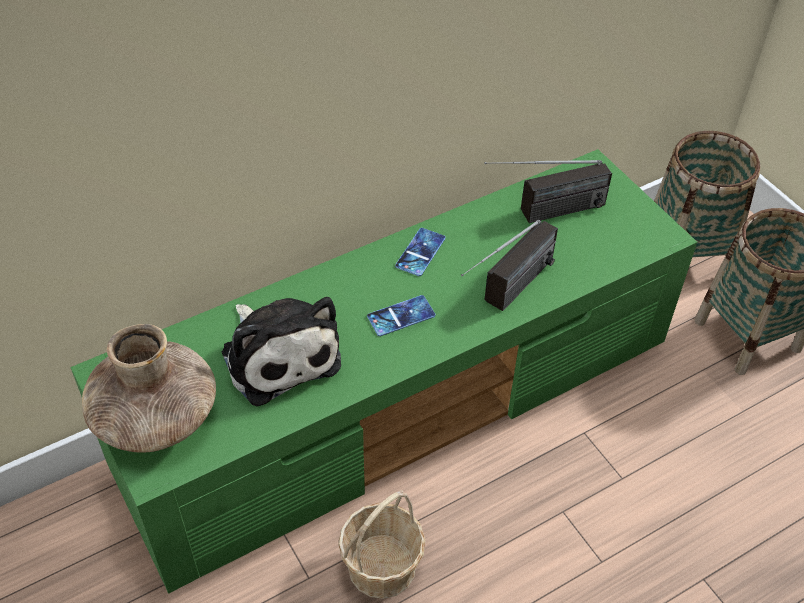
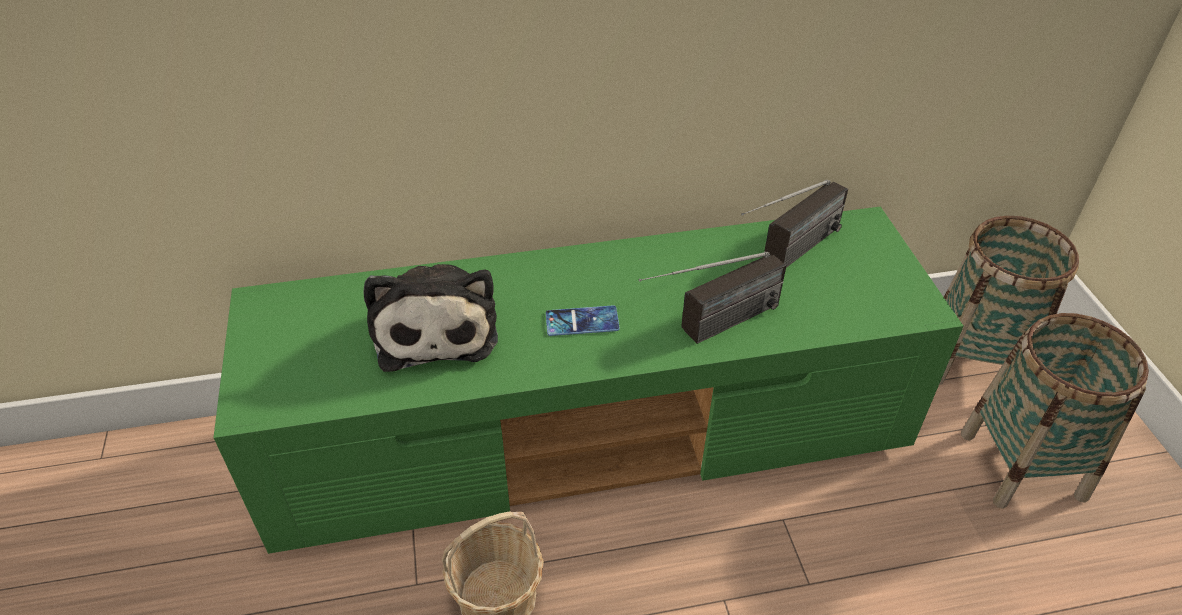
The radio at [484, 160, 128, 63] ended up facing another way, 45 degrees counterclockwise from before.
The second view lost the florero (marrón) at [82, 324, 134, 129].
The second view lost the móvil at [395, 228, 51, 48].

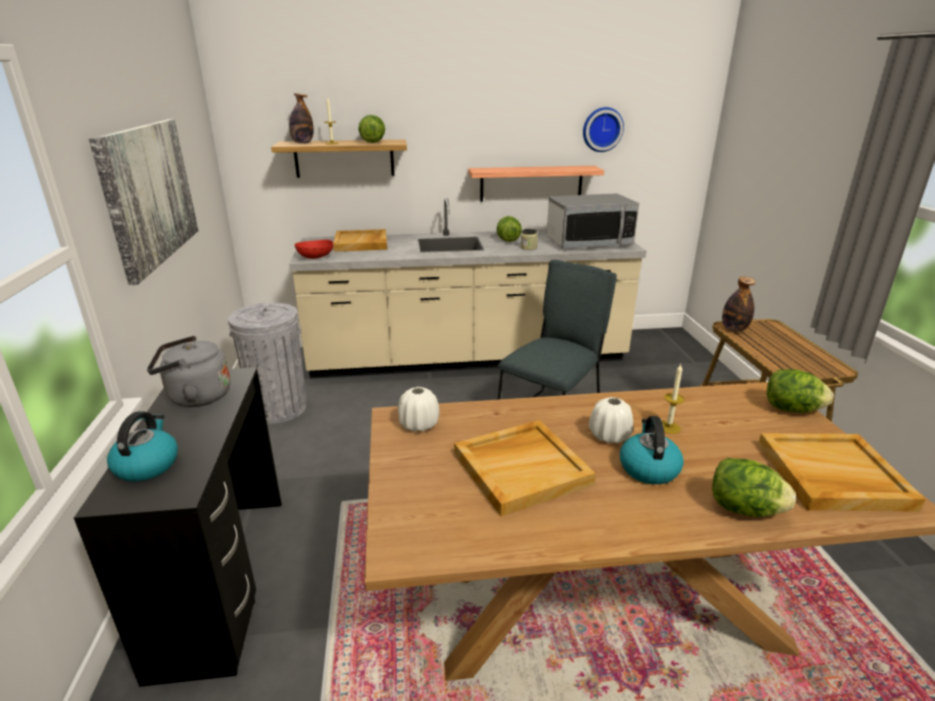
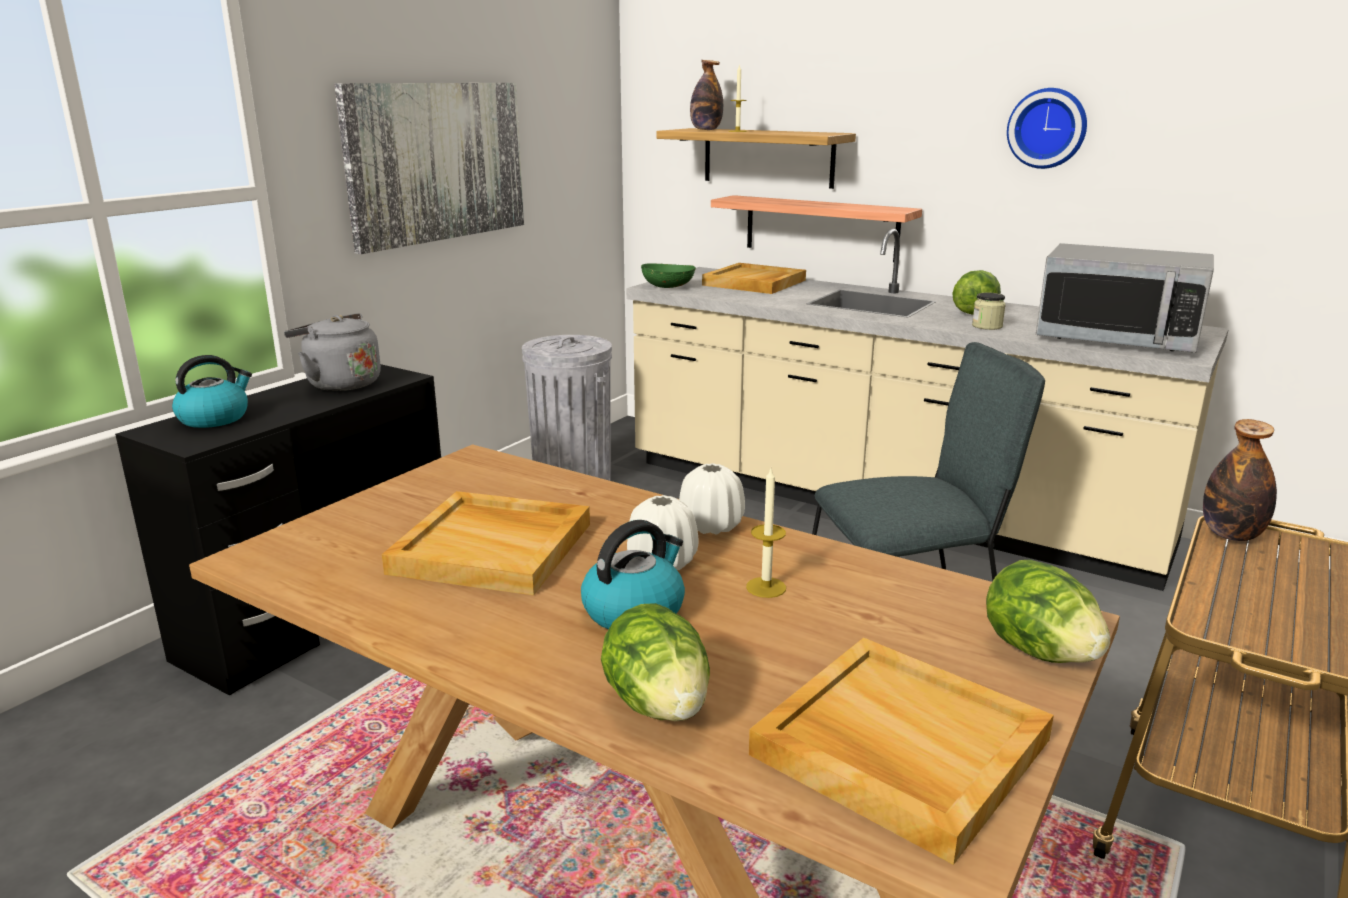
What was the cuenco (rojo) at [295, 240, 38, 19] turned into the cuenco (verde) at [641, 263, 55, 25].
The florero (blanco) ended up elsewhere, having gone from [398, 387, 42, 45] to [679, 463, 66, 71].
The estante ended up elsewhere, having gone from [468, 166, 136, 36] to [711, 195, 211, 67].
The reloj de pared ended up elsewhere, having gone from [583, 107, 41, 45] to [1007, 88, 80, 81].
The second view lost the lechuga at [359, 115, 26, 28].

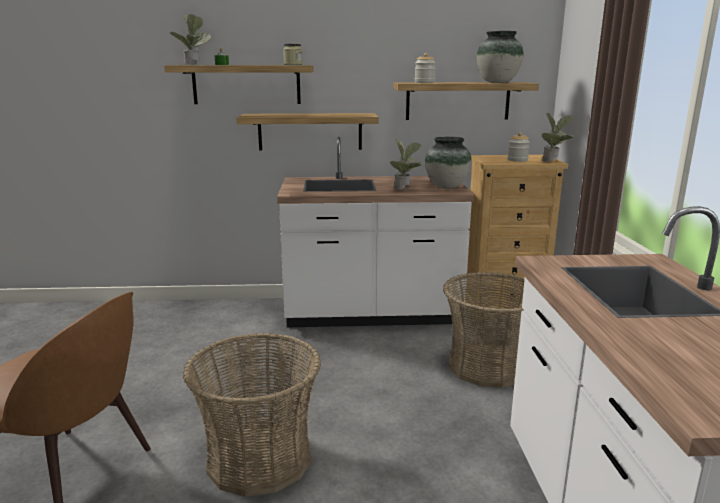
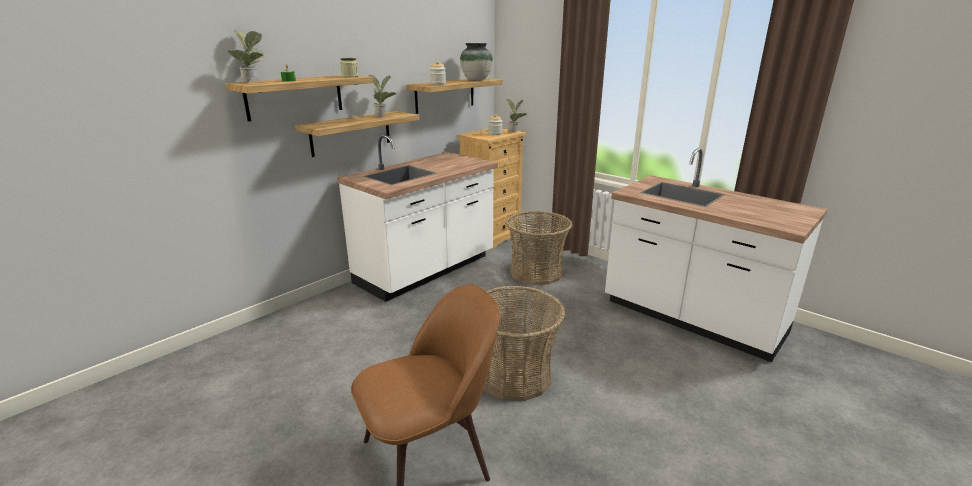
The planta en maceta ended up elsewhere, having gone from [390, 139, 32, 51] to [369, 75, 27, 42].
The second view lost the florero at [425, 137, 47, 52].

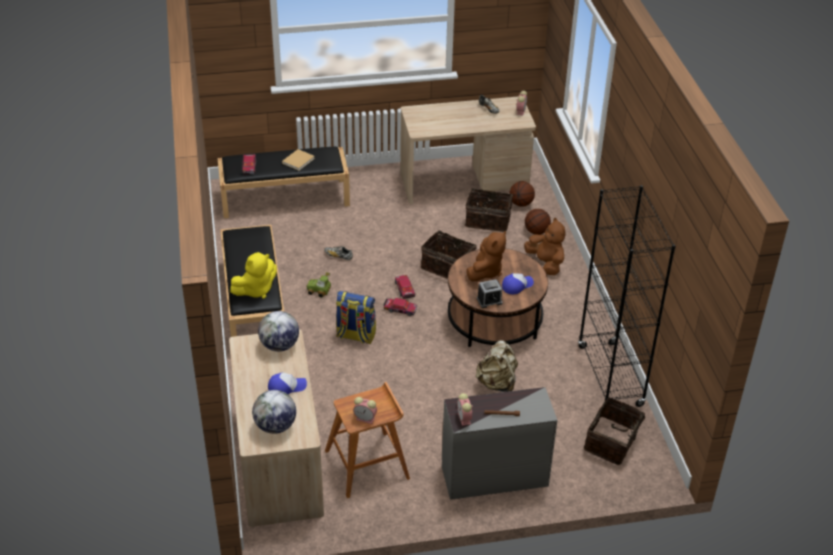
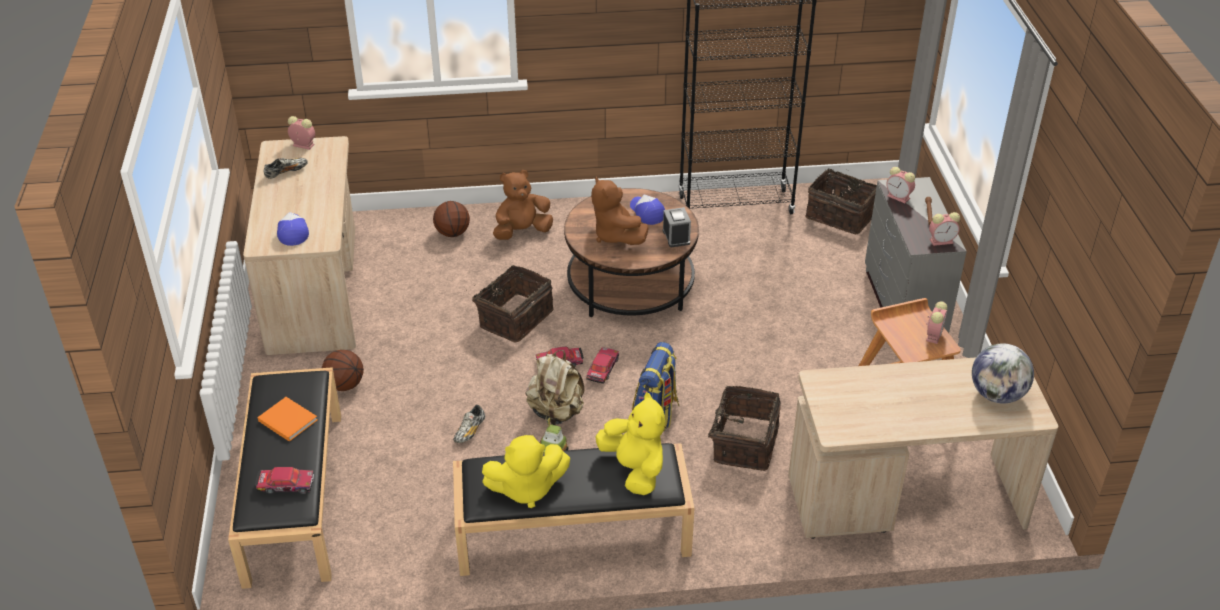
What was the libro (beis) at [282, 149, 33, 22] turned into the libro (naranja) at [257, 397, 60, 45].
The gorra ended up elsewhere, having gone from [268, 372, 39, 22] to [277, 212, 32, 34].
The balón de baloncesto ended up elsewhere, having gone from [509, 181, 26, 26] to [322, 350, 42, 41].
The second view gained the peluche (amarillo) at [482, 435, 88, 73].
The mochila (beis) ended up elsewhere, having gone from [476, 340, 42, 52] to [526, 350, 58, 75].
The peluche (marrón) at [466, 231, 40, 50] ended up facing another way, 150 degrees counterclockwise from before.
The cesta ended up elsewhere, having gone from [465, 185, 48, 47] to [696, 386, 85, 85].
The second view gained the despertador at [886, 167, 29, 36].
The second view lost the globo terráqueo at [258, 311, 41, 41].

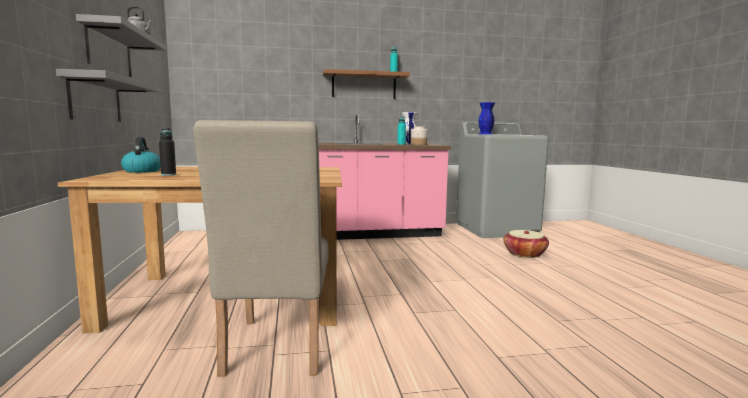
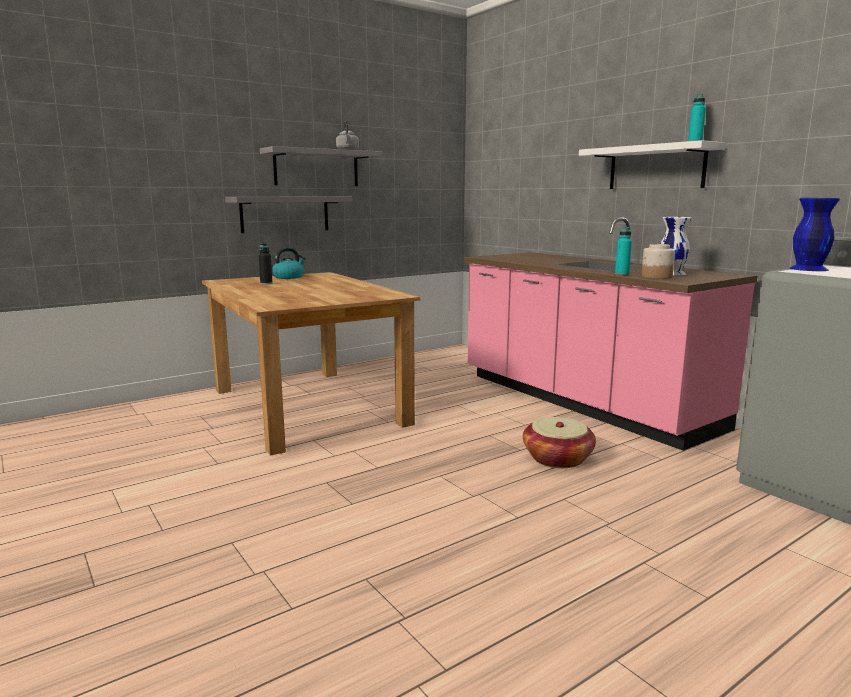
The cesta ended up elsewhere, having gone from [503, 230, 46, 28] to [523, 417, 73, 51].
What was the estante (marrón) at [323, 69, 87, 30] turned into the estante (blanco) at [579, 140, 146, 49].
The second view lost the silla (beis) at [193, 120, 136, 256].

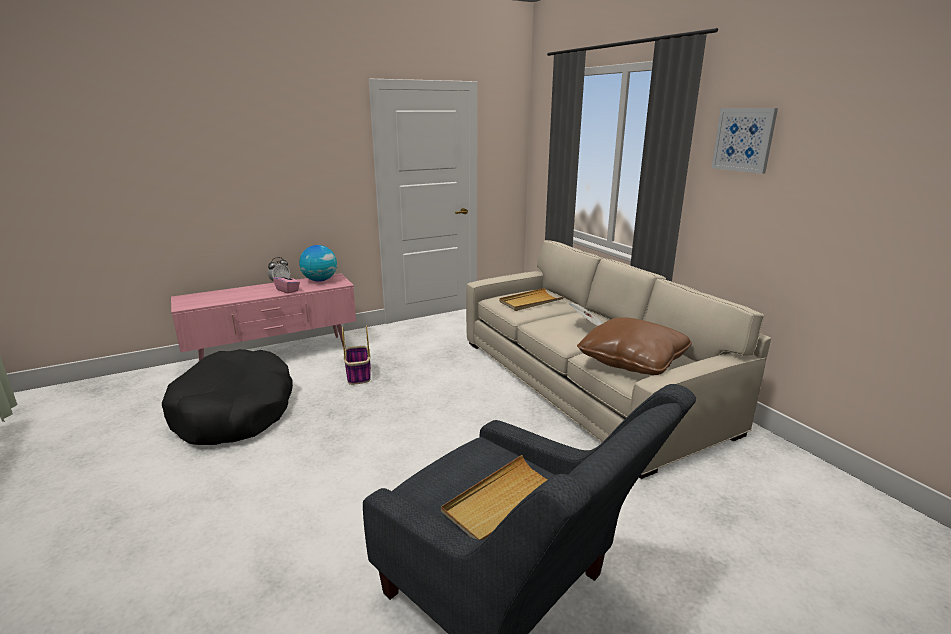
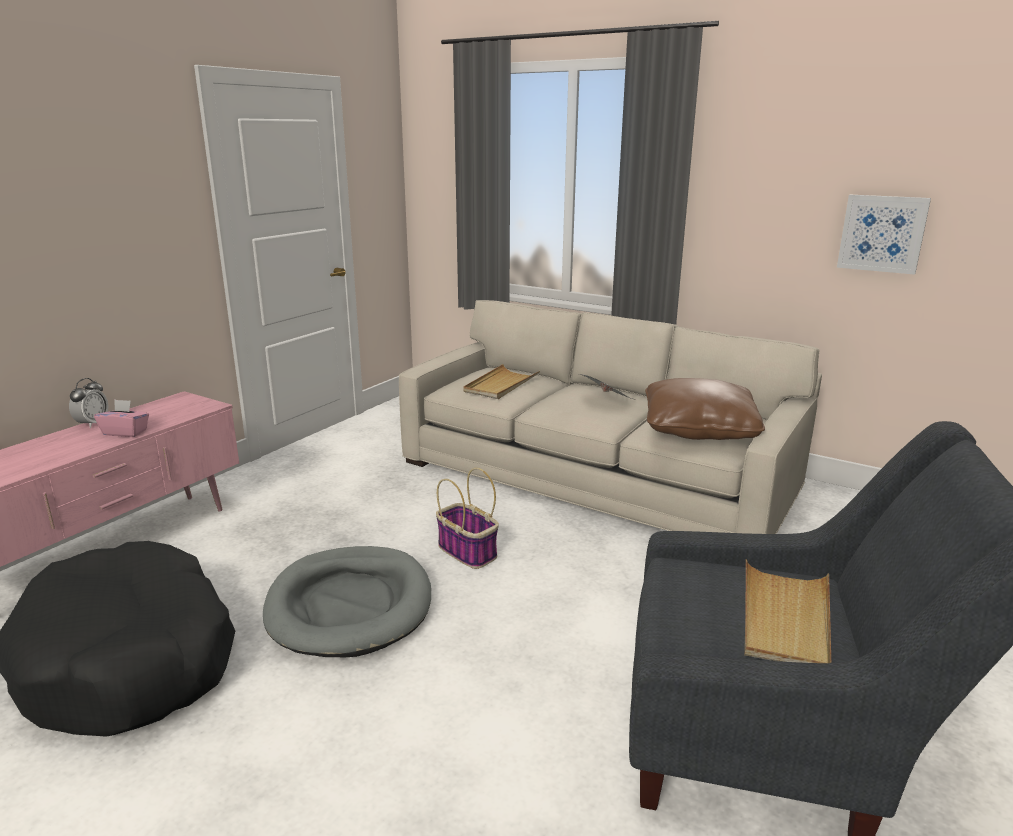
The second view gained the cama para perro (gris) at [263, 546, 168, 111].
The cesta ended up elsewhere, having gone from [342, 325, 29, 60] to [436, 468, 63, 101].
The cuadro ended up elsewhere, having gone from [711, 108, 67, 66] to [837, 195, 94, 80].
The second view lost the globo terráqueo at [299, 245, 38, 37].

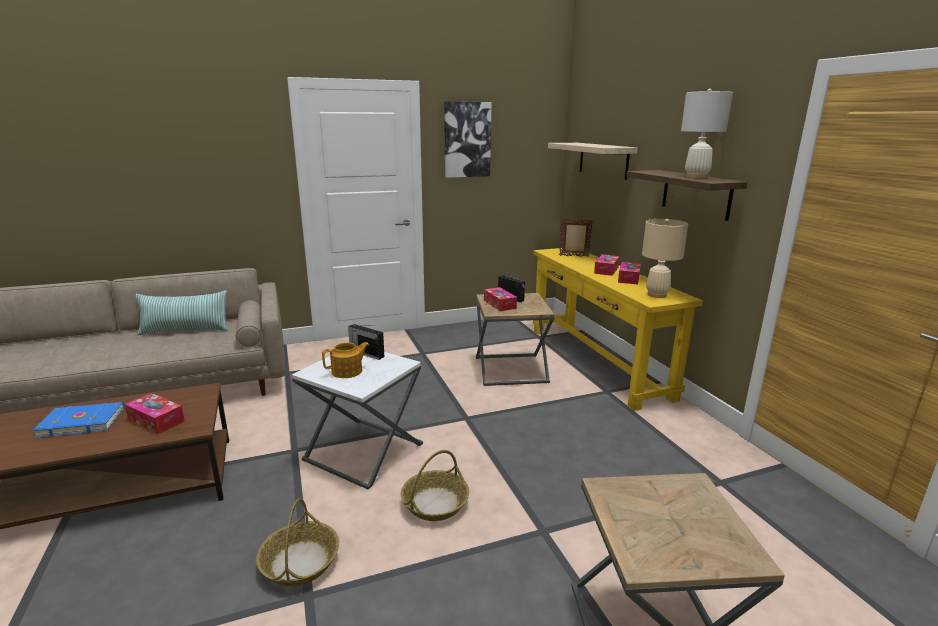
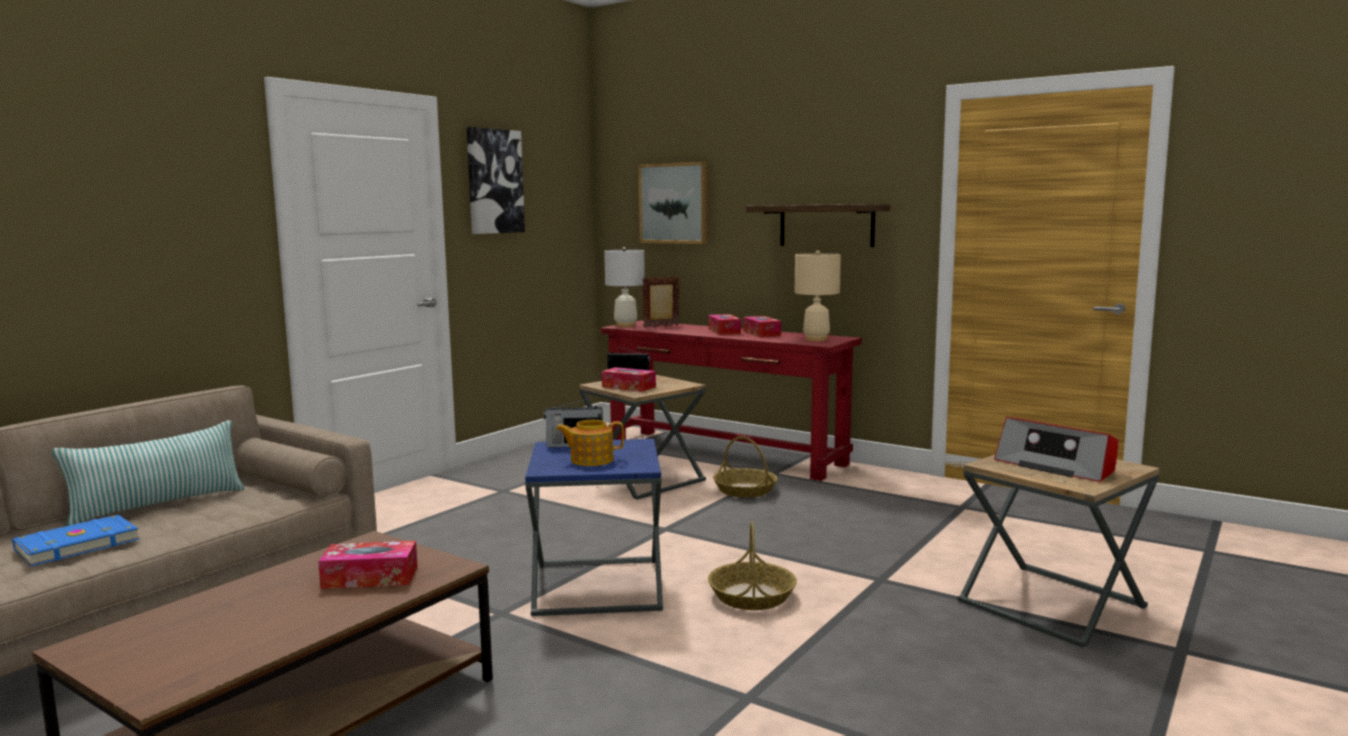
The libro (azul) ended up elsewhere, having gone from [32, 402, 93, 36] to [12, 515, 127, 51].
What was the mesa auxiliar (blanco) at [292, 352, 131, 137] turned into the mesa auxiliar (azul) at [525, 439, 138, 177].
The tetera at [322, 342, 48, 36] ended up facing another way, 120 degrees counterclockwise from before.
What was the mesa consola (amarillo) at [533, 248, 170, 163] turned into the mesa consola (rojo) at [601, 321, 261, 160].
The lámpara de mesa (blanco) ended up elsewhere, having gone from [681, 88, 52, 90] to [604, 247, 41, 80].
Where the estante hung at [548, 143, 90, 37], the cuadro came to hang at [638, 162, 69, 82].
The cesta ended up elsewhere, having gone from [256, 498, 83, 88] to [713, 436, 65, 62].
The second view gained the radio at [994, 417, 124, 65].

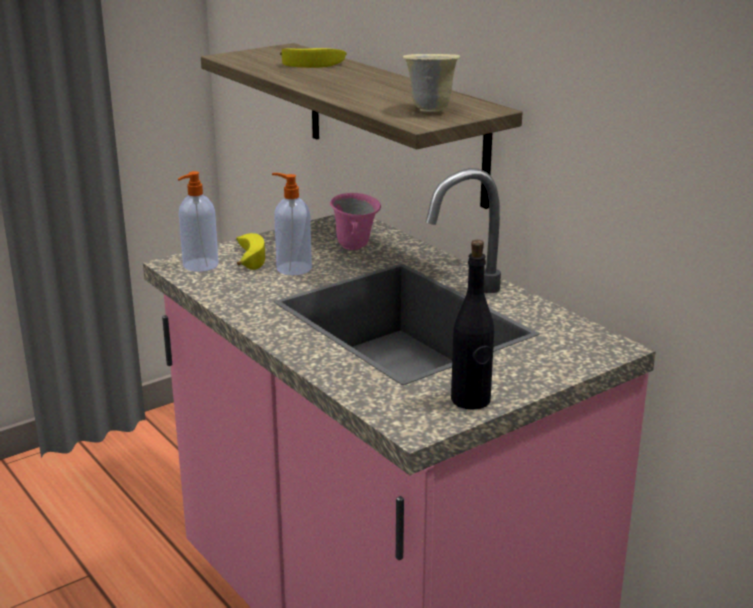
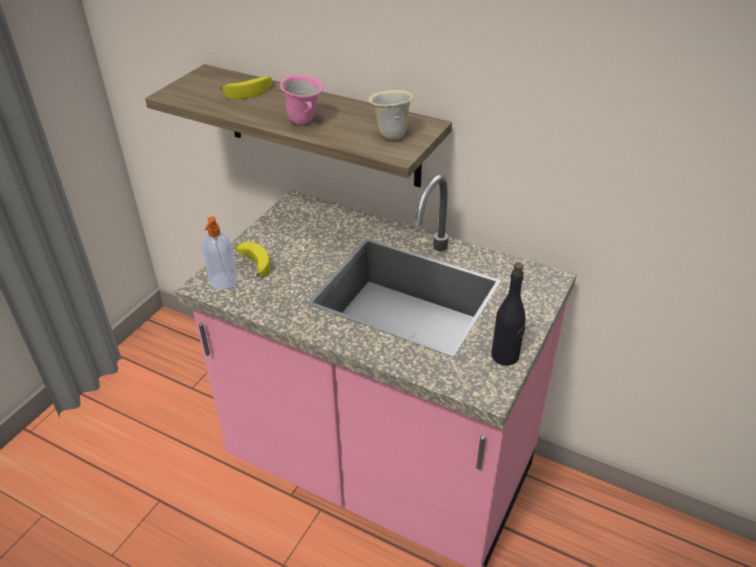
The taza grande (rosa) ended up elsewhere, having gone from [330, 193, 51, 57] to [280, 75, 43, 50].
The second view lost the dispensador de jabón at [272, 173, 40, 102].

